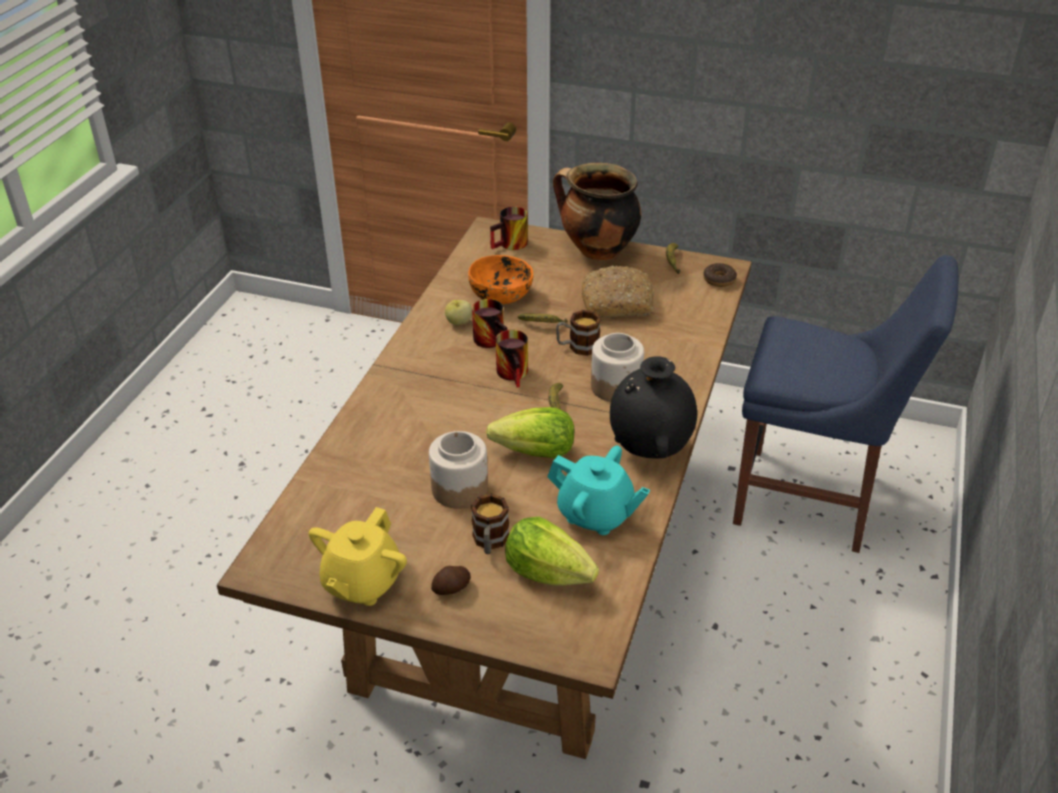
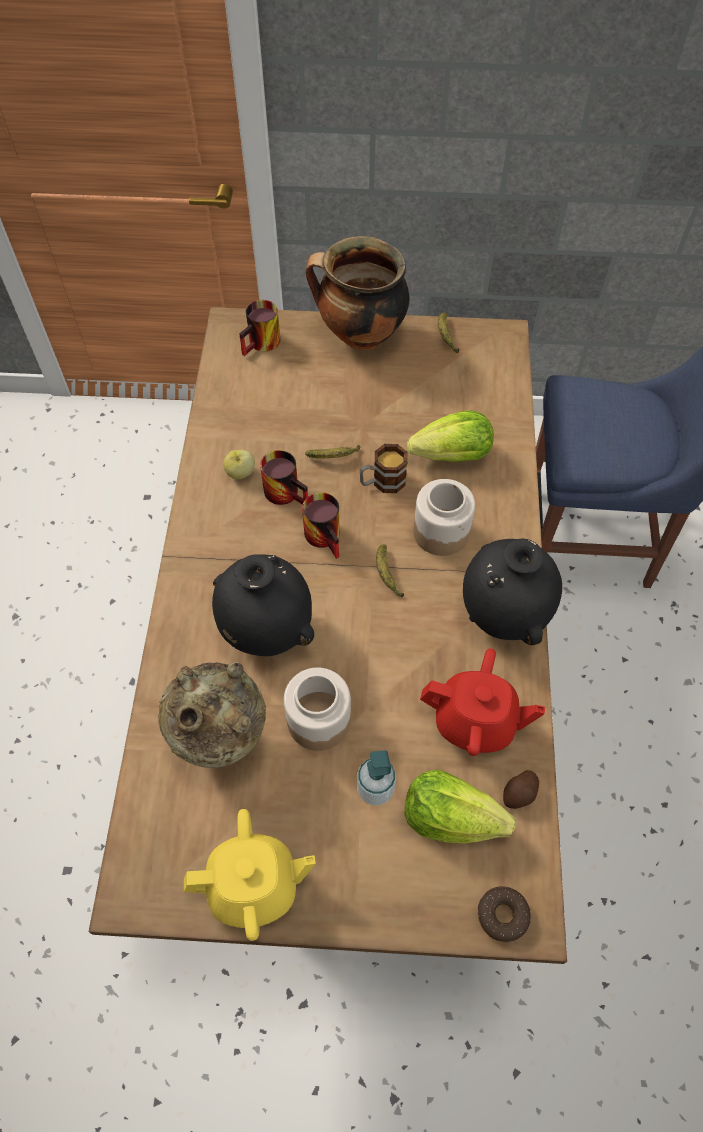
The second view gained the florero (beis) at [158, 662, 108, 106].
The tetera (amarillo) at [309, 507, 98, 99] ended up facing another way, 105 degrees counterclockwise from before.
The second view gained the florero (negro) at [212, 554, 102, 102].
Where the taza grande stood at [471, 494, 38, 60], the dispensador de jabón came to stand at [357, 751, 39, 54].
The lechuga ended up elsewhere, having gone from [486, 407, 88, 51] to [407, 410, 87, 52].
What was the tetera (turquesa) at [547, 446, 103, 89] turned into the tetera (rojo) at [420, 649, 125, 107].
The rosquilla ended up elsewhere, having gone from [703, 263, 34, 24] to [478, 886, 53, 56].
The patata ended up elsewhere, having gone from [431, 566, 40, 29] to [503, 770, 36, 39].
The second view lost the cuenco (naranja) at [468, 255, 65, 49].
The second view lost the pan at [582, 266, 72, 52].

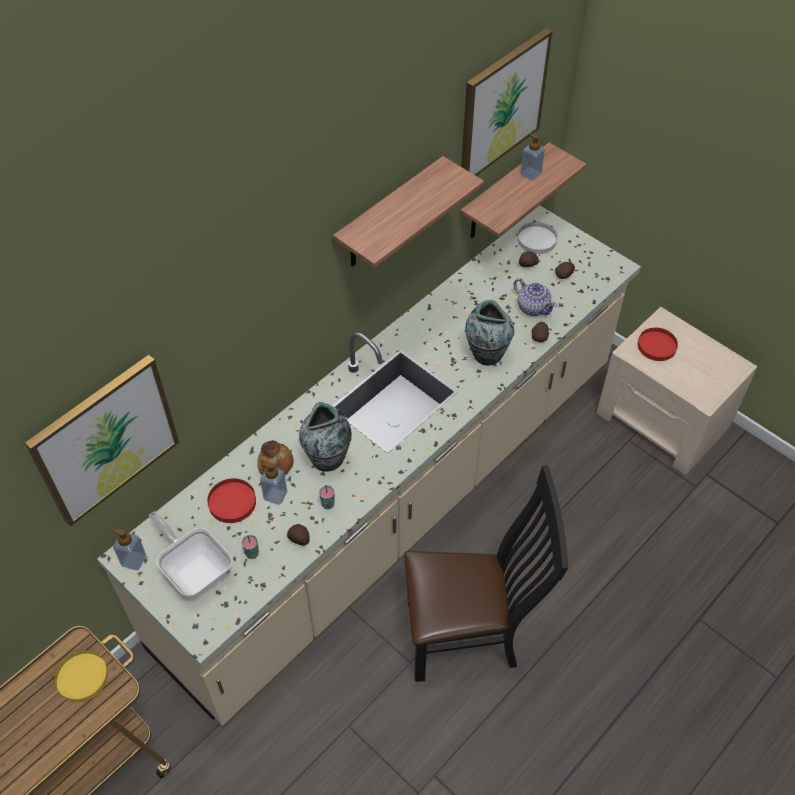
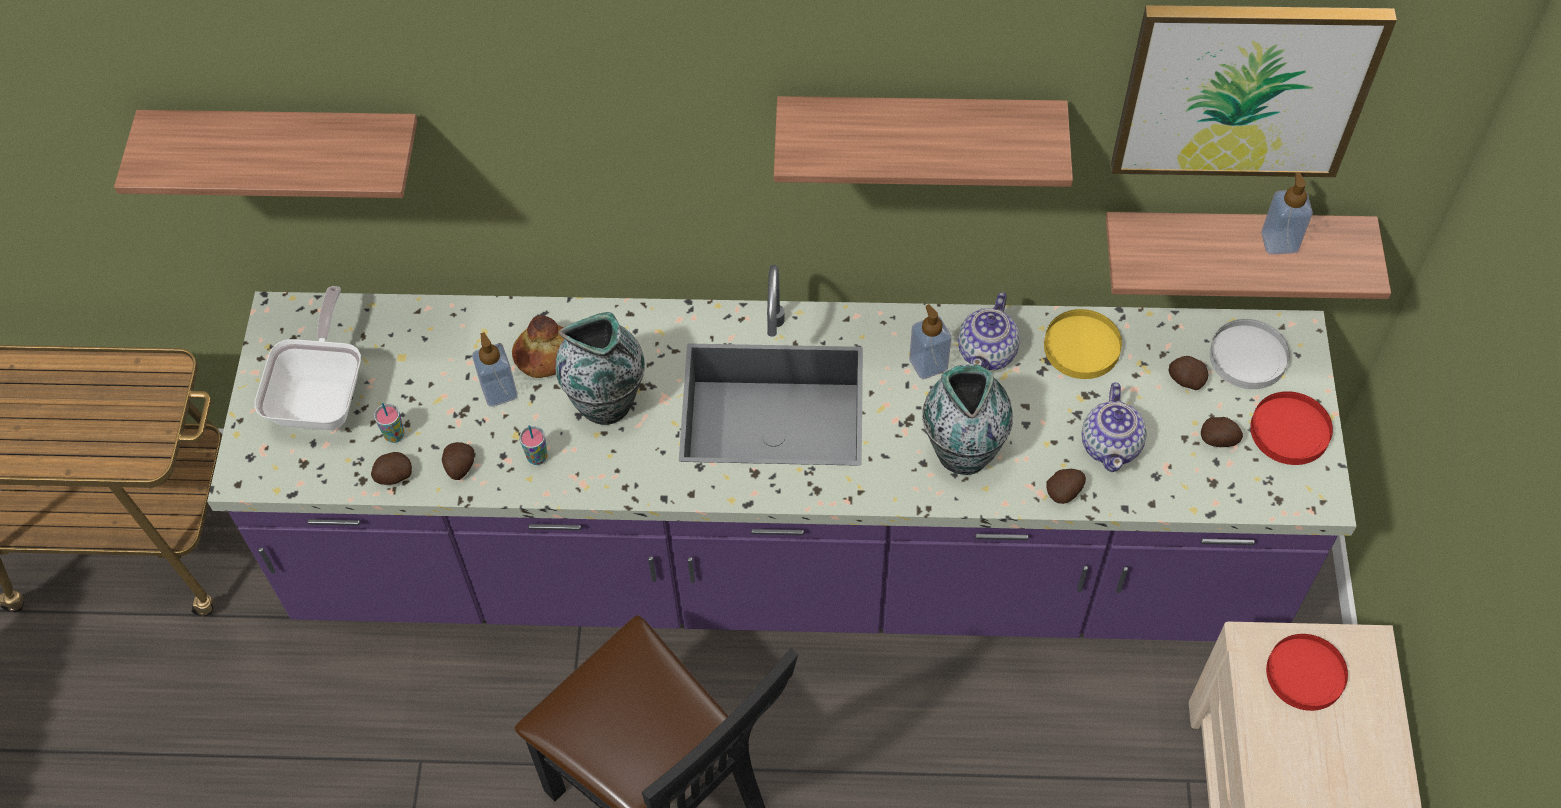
Where the cuadro hung at [25, 355, 155, 172], the estante came to hang at [114, 110, 303, 88].
What was the mueble bajo de cocina (beis) at [97, 205, 544, 521] turned into the mueble bajo de cocina (morado) at [207, 265, 1150, 376].
The second view gained the patata at [371, 452, 41, 33].
The dispensador de jabón ended up elsewhere, having gone from [113, 529, 33, 41] to [909, 304, 42, 75].
The second view gained the tetera at [958, 292, 62, 78].
The plato (amarillo) ended up elsewhere, having gone from [55, 650, 53, 52] to [1044, 309, 78, 70].
The plato (rojo) ended up elsewhere, having gone from [207, 478, 49, 45] to [1250, 391, 83, 74].

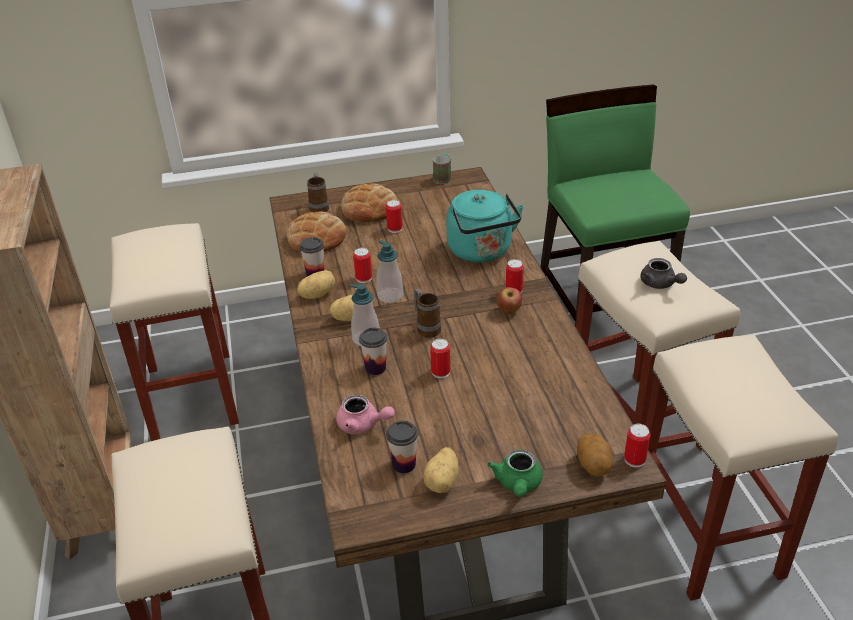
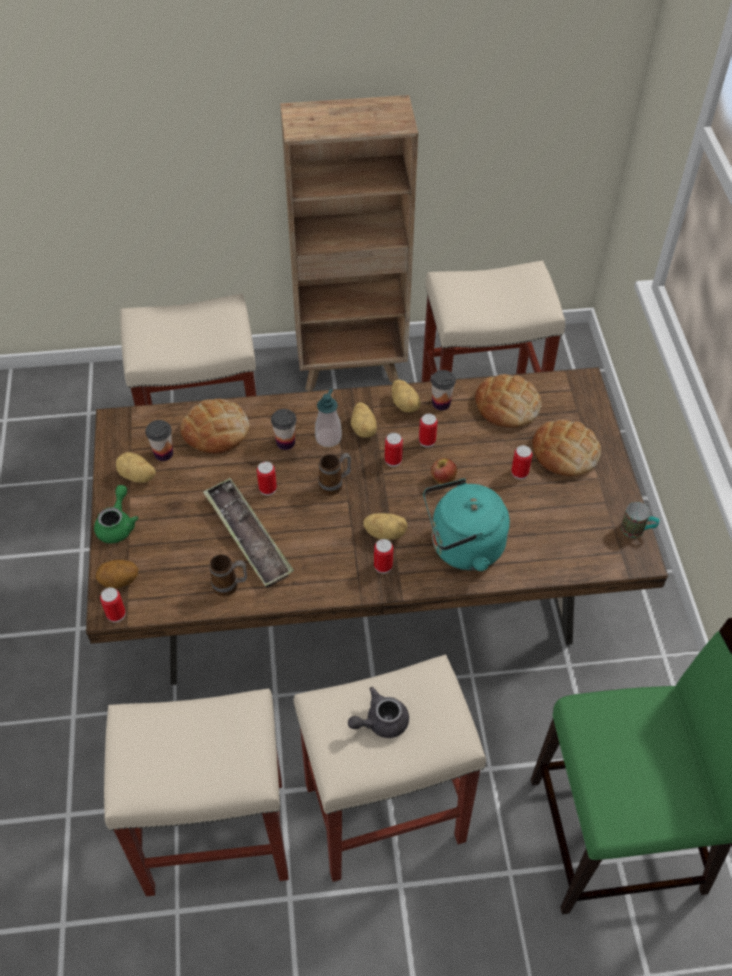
The tetera (verde) at [488, 449, 55, 48] ended up facing another way, 90 degrees clockwise from before.
Where the tetera (rosa) stood at [336, 395, 59, 39], the pan came to stand at [181, 398, 68, 55].
The second view gained the bandeja at [203, 478, 91, 110].
The taza grande ended up elsewhere, having gone from [307, 172, 22, 40] to [209, 554, 38, 42].
The second view gained the patata at [363, 513, 45, 27].
Where the dispensador de jabón stood at [376, 240, 27, 63], the lata came to stand at [385, 433, 18, 34].
The manzana ended up elsewhere, having gone from [497, 287, 25, 27] to [431, 458, 26, 26].

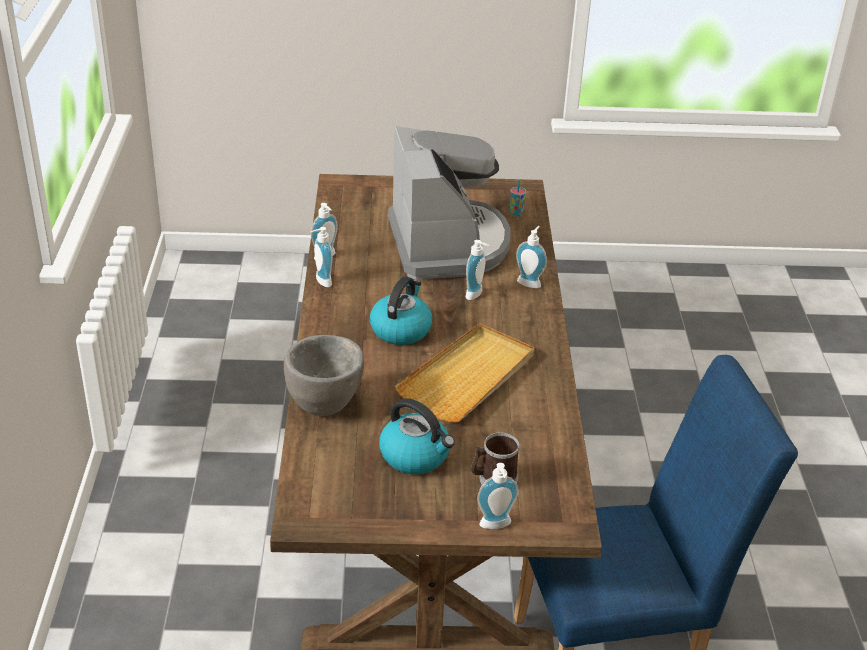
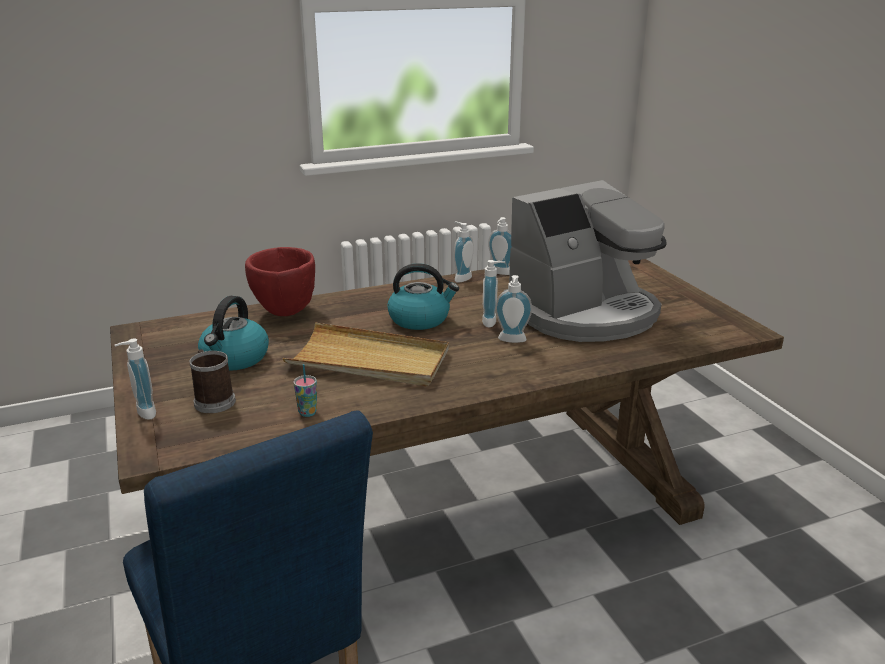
What was the cuenco (gris) at [284, 335, 80, 81] turned into the cuenco (rojo) at [245, 247, 70, 69].
The taza ended up elsewhere, having gone from [510, 179, 16, 37] to [294, 364, 23, 53].
The dispensador de jabón ended up elsewhere, having gone from [516, 226, 31, 62] to [482, 260, 23, 67].

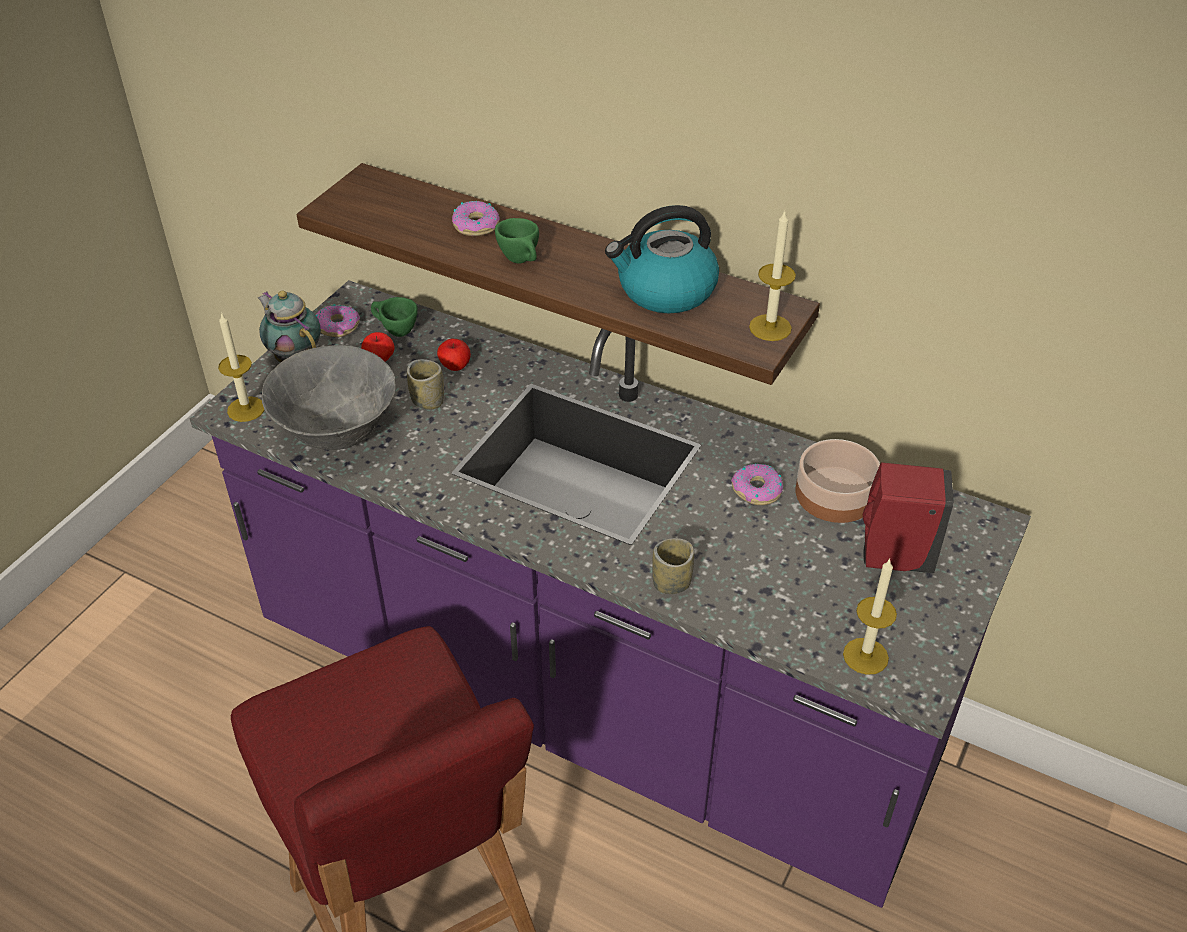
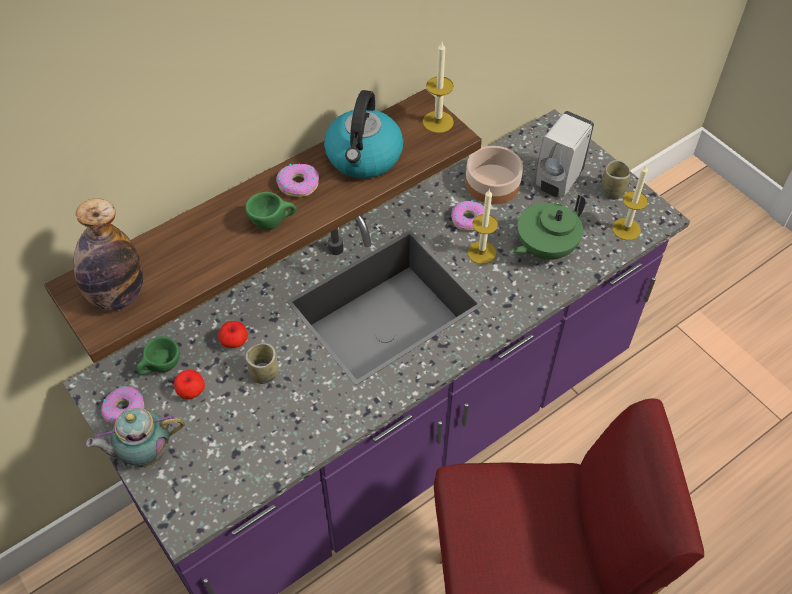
The second view gained the botella at [73, 198, 70, 112].
The rosquilla ended up elsewhere, having gone from [452, 201, 48, 35] to [276, 164, 43, 33].
The vela ended up elsewhere, having gone from [218, 312, 47, 110] to [467, 188, 31, 76].
The second view gained the tetera (verde) at [512, 195, 73, 65].
What was the dispensador de jabón (rojo) at [863, 462, 91, 111] turned into the dispensador de jabón (blanco) at [535, 111, 59, 86].
The taza ended up elsewhere, having gone from [652, 538, 42, 56] to [601, 160, 30, 40].
The second view lost the cuenco (gris) at [262, 345, 134, 105].

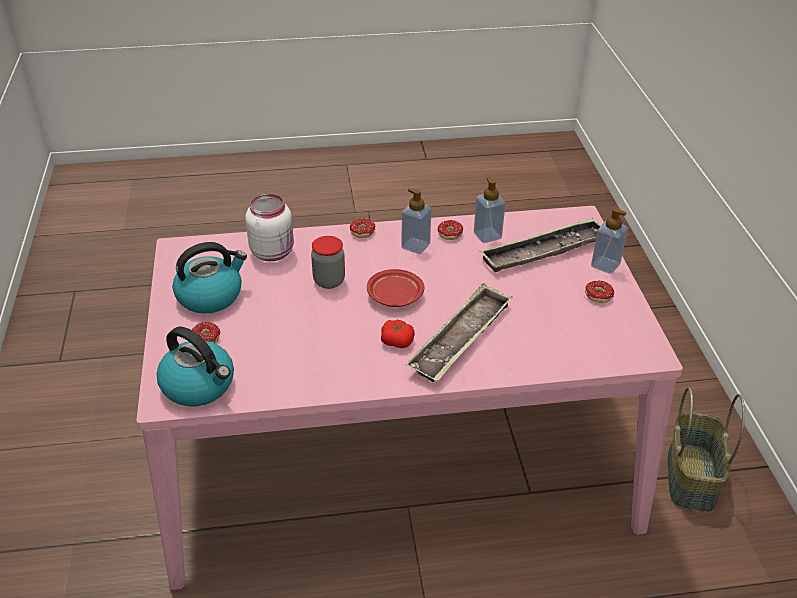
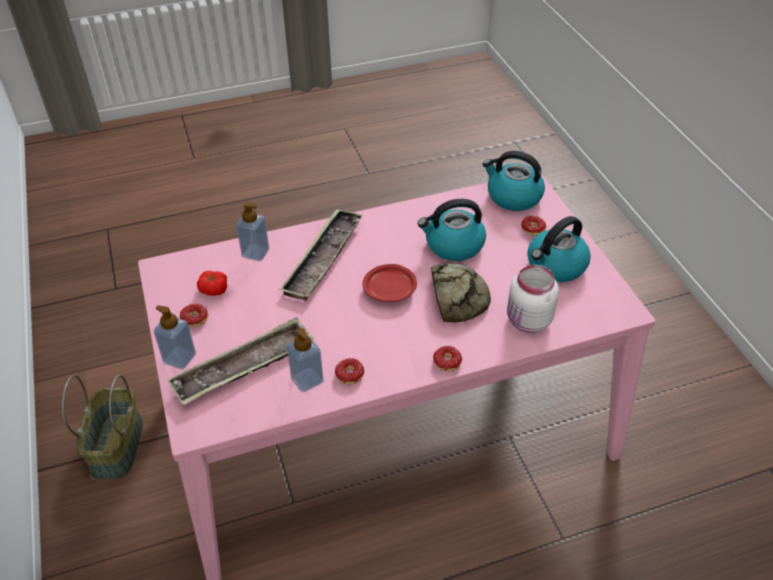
The tomate ended up elsewhere, having gone from [381, 320, 34, 28] to [197, 271, 30, 25].
The dispensador de jabón ended up elsewhere, having gone from [401, 188, 31, 66] to [236, 202, 33, 59].
The second view gained the hervidor at [418, 199, 68, 62].
Where the tarro stood at [311, 236, 34, 53], the pan came to stand at [431, 263, 60, 60].

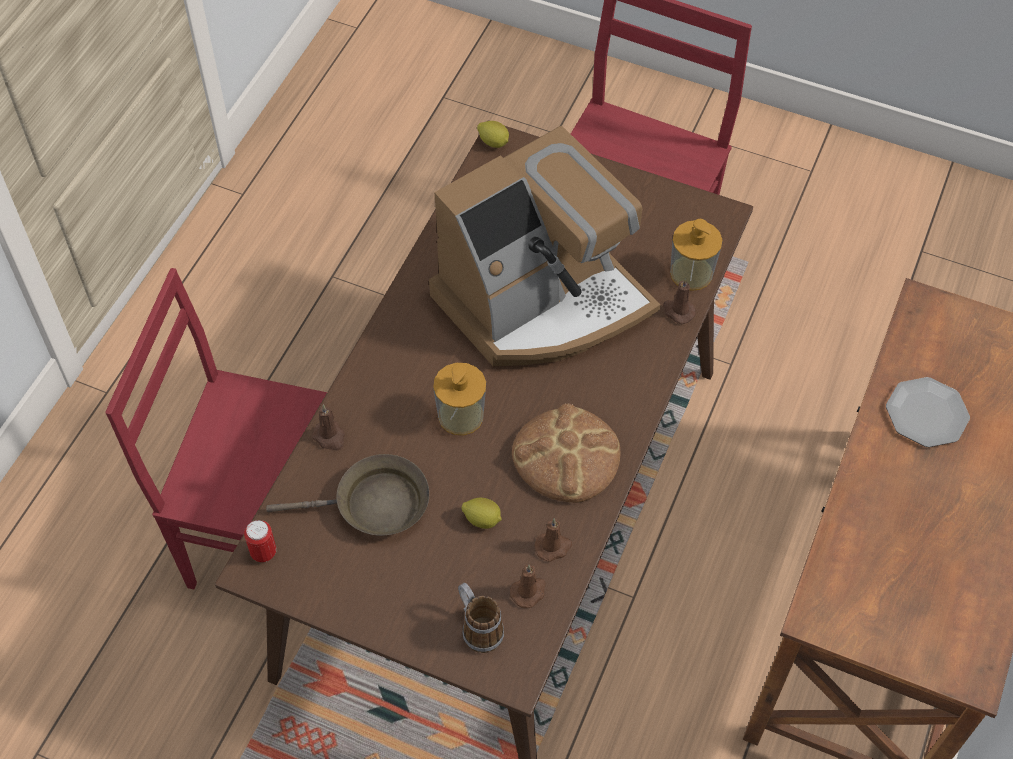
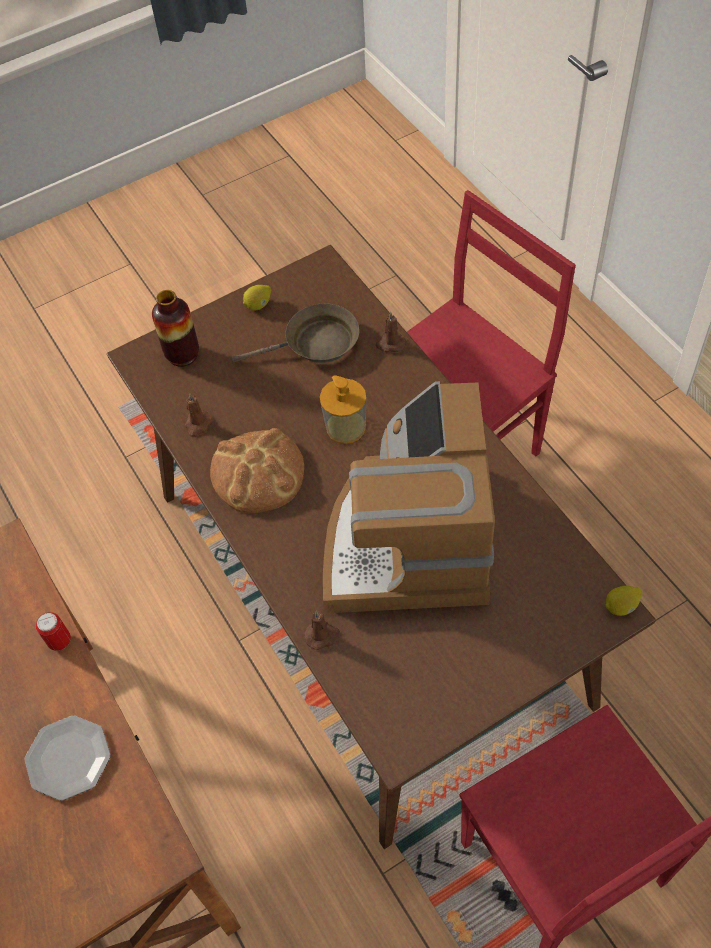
The lata ended up elsewhere, having gone from [244, 520, 32, 42] to [36, 612, 35, 39].
Where the taza grande stood at [458, 583, 46, 70], the florero came to stand at [152, 290, 47, 77].
The sartén (marrón) at [266, 454, 163, 81] ended up facing another way, 135 degrees counterclockwise from before.
The limón ended up elsewhere, having gone from [462, 498, 40, 31] to [243, 285, 28, 26].
The second view lost the vela (marrón) at [510, 565, 36, 43].
The second view lost the dispensador de jabón at [670, 219, 52, 72].

